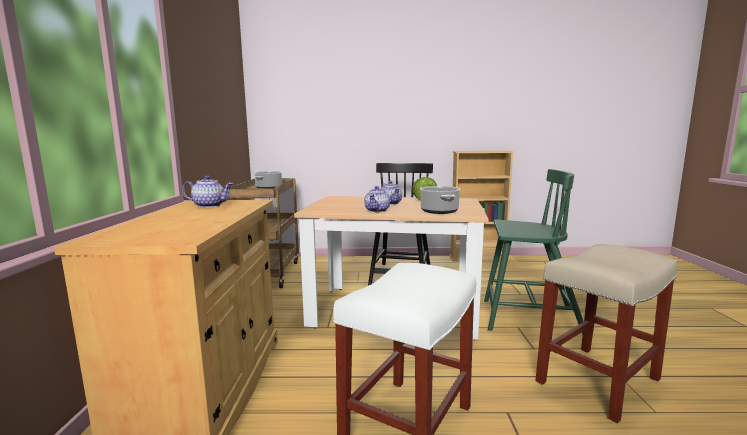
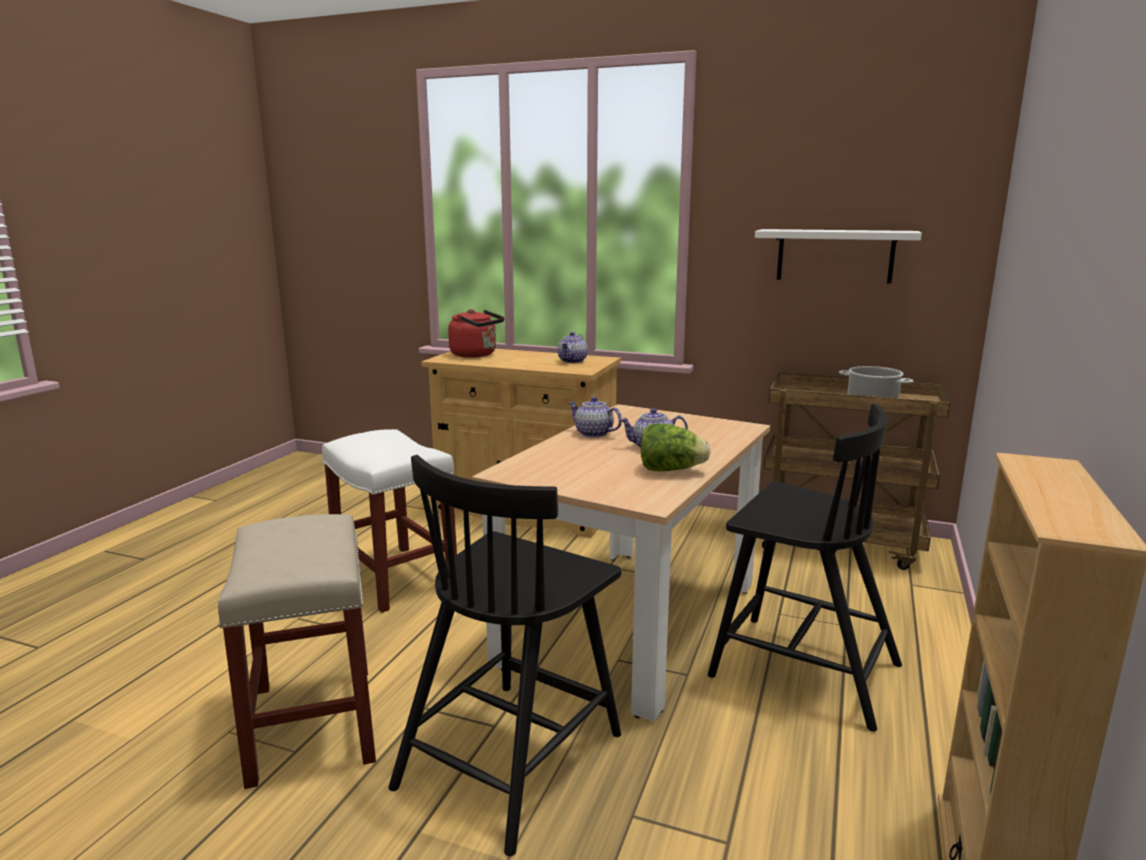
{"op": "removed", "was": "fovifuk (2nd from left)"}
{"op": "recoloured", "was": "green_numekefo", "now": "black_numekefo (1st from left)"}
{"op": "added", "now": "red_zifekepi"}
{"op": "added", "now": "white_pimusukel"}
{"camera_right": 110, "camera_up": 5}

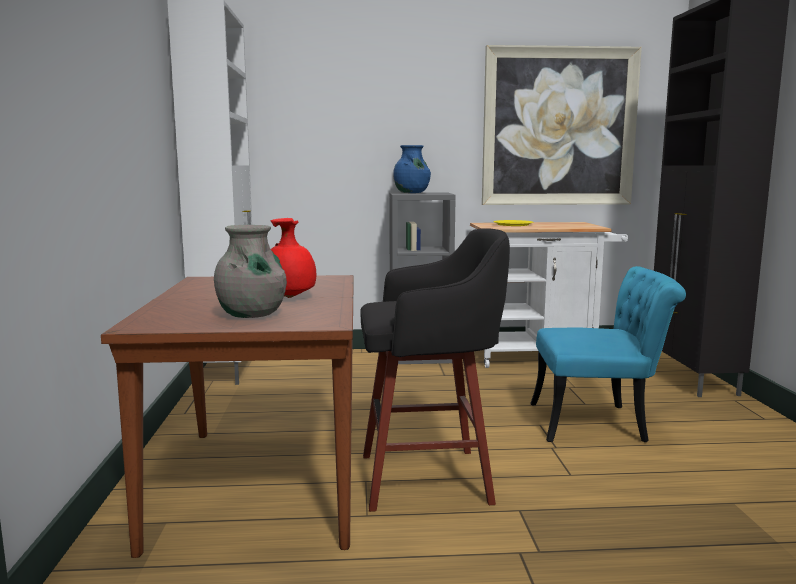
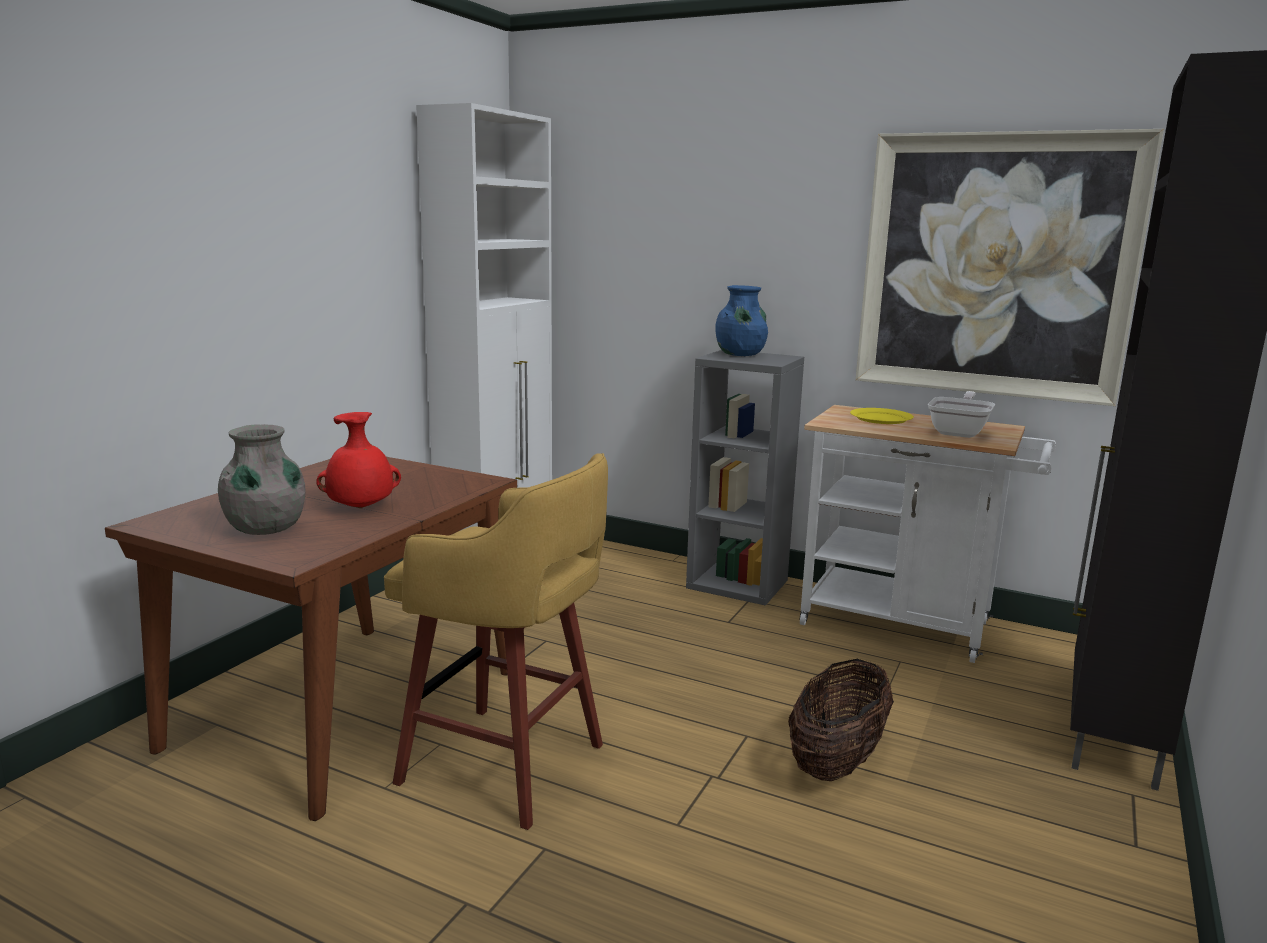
{"op": "recoloured", "was": "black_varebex", "now": "yellow_varebex"}
{"op": "replaced", "was": "turquoise_numekefo", "now": "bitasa"}
{"op": "added", "now": "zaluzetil"}
{"camera_right": 30, "camera_up": 5}

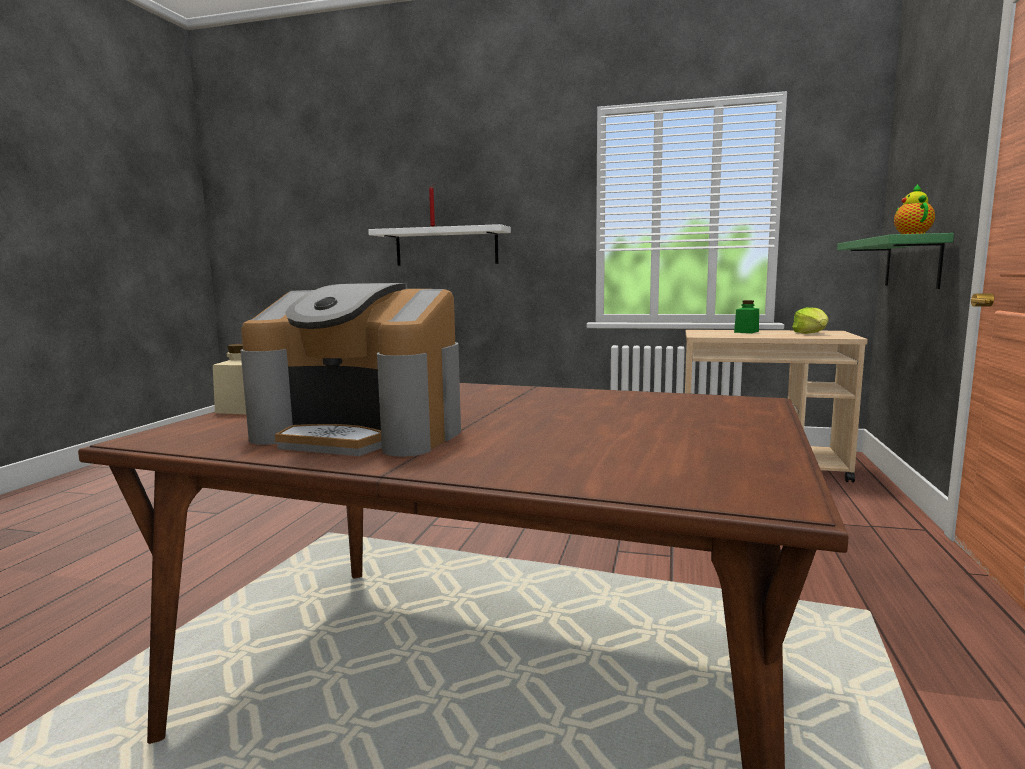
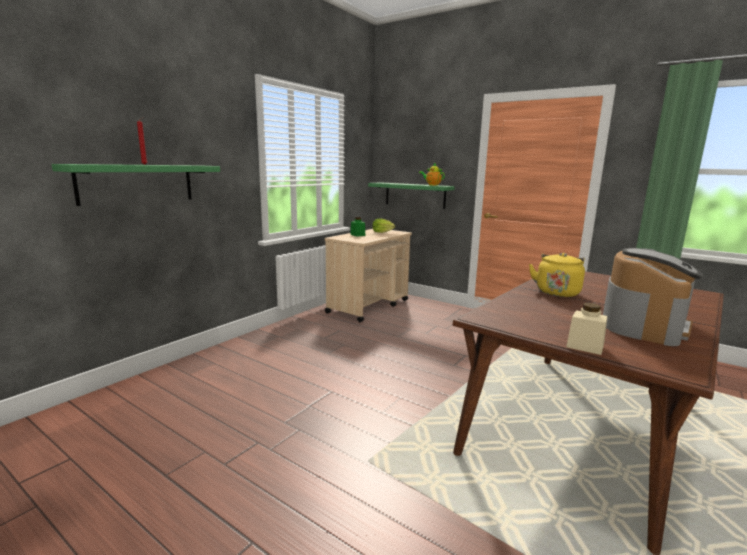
{"op": "recoloured", "was": "white_pimusukel", "now": "green_pimusukel (1st from left)"}
{"op": "added", "now": "yellow_zifekepi"}
{"camera_right": -70, "camera_up": 5}

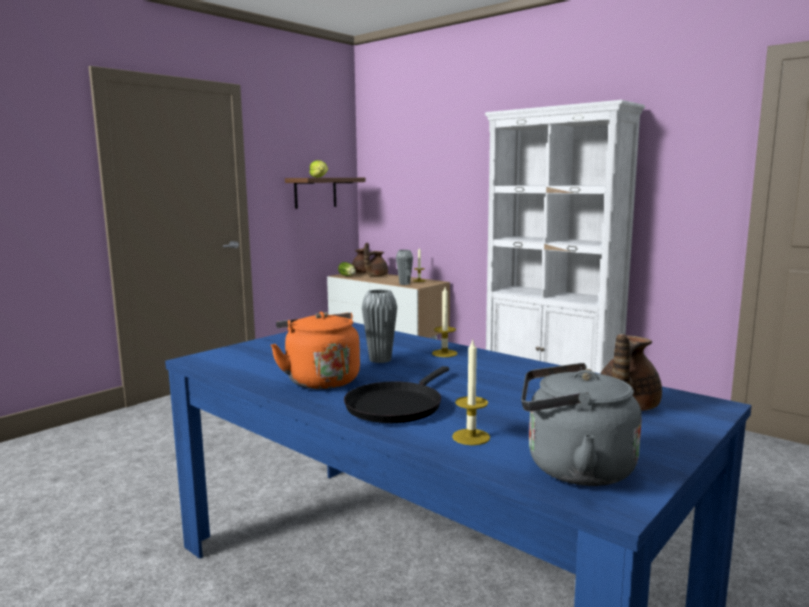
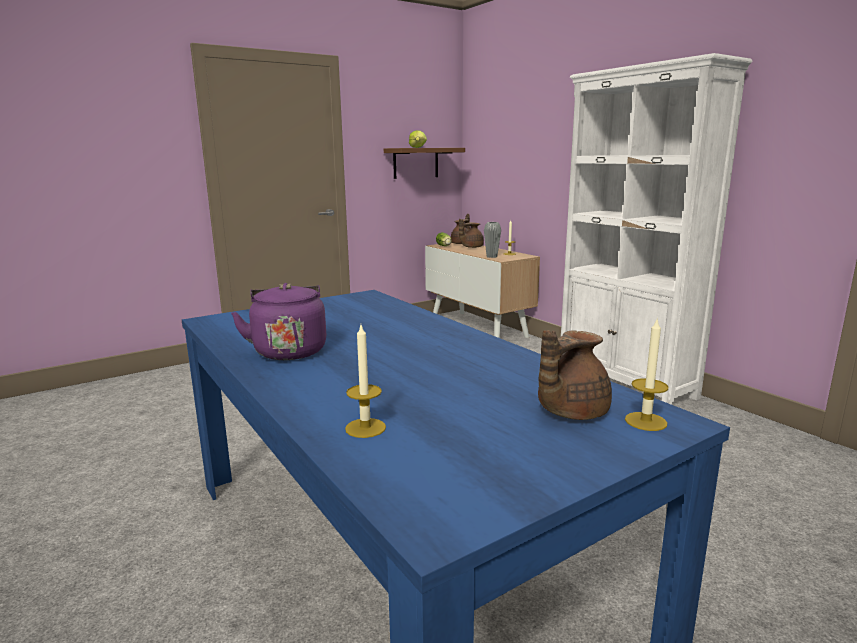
{"op": "recoloured", "was": "orange_zifekepi", "now": "purple_zifekepi"}
{"op": "removed", "was": "black_zaluzetil"}
{"op": "removed", "was": "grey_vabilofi (1st from left)"}
{"op": "moved", "was": "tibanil (2nd from left in the first image)", "now": "tibanil (3rd from left)"}
{"op": "removed", "was": "grey_zifekepi"}
{"camera_right": 15, "camera_up": 5}

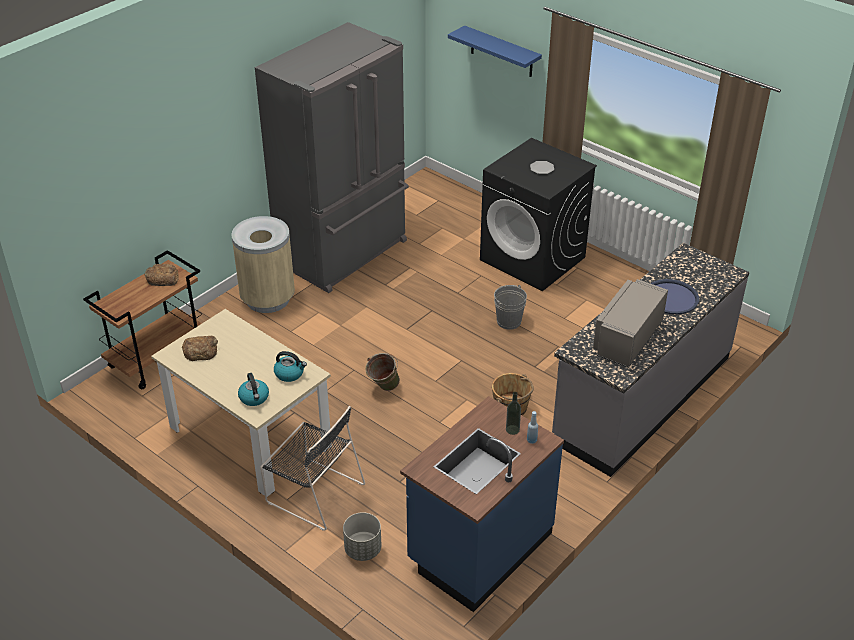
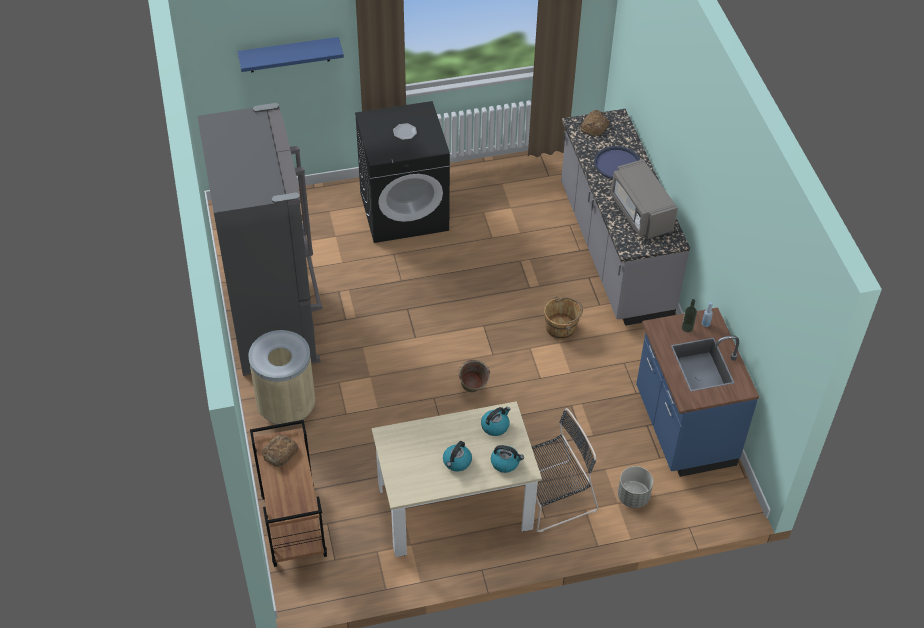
{"op": "moved", "was": "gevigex (2nd from left)"}
{"op": "removed", "was": "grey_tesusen"}
{"op": "added", "now": "zifekepi (1st from left)"}
{"camera_right": -55, "camera_up": 10}

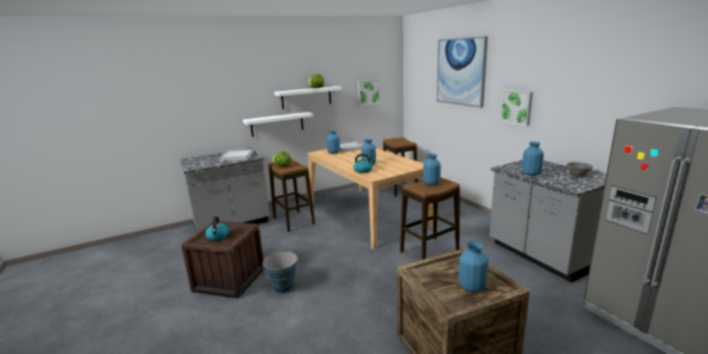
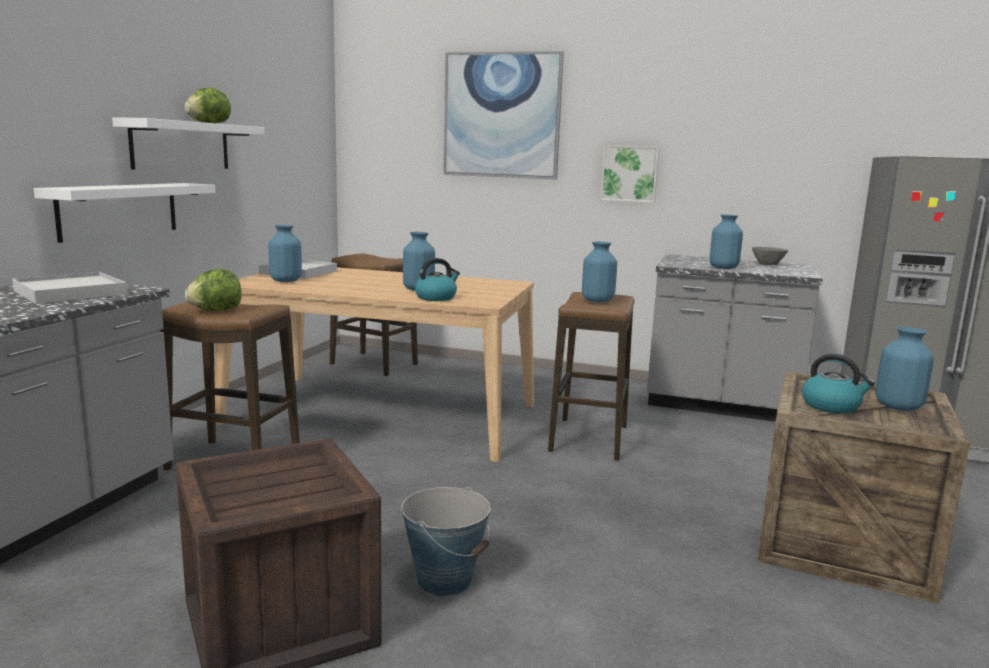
{"op": "moved", "was": "zifekepi (1st from left in the first image)", "now": "zifekepi (2nd from left)"}
{"op": "removed", "was": "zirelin (1st from left)"}
{"camera_right": -45, "camera_up": -5}

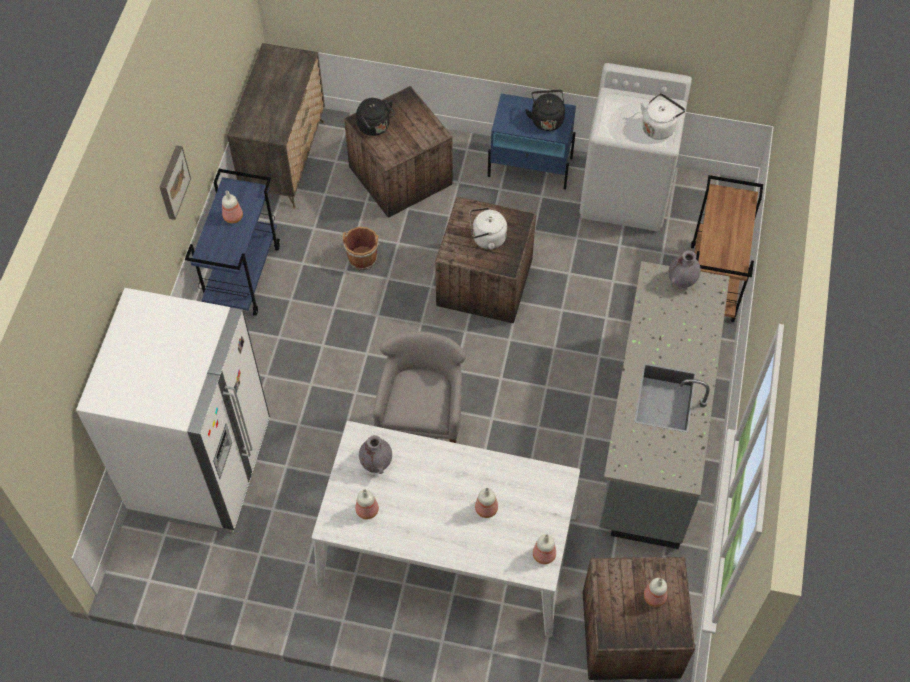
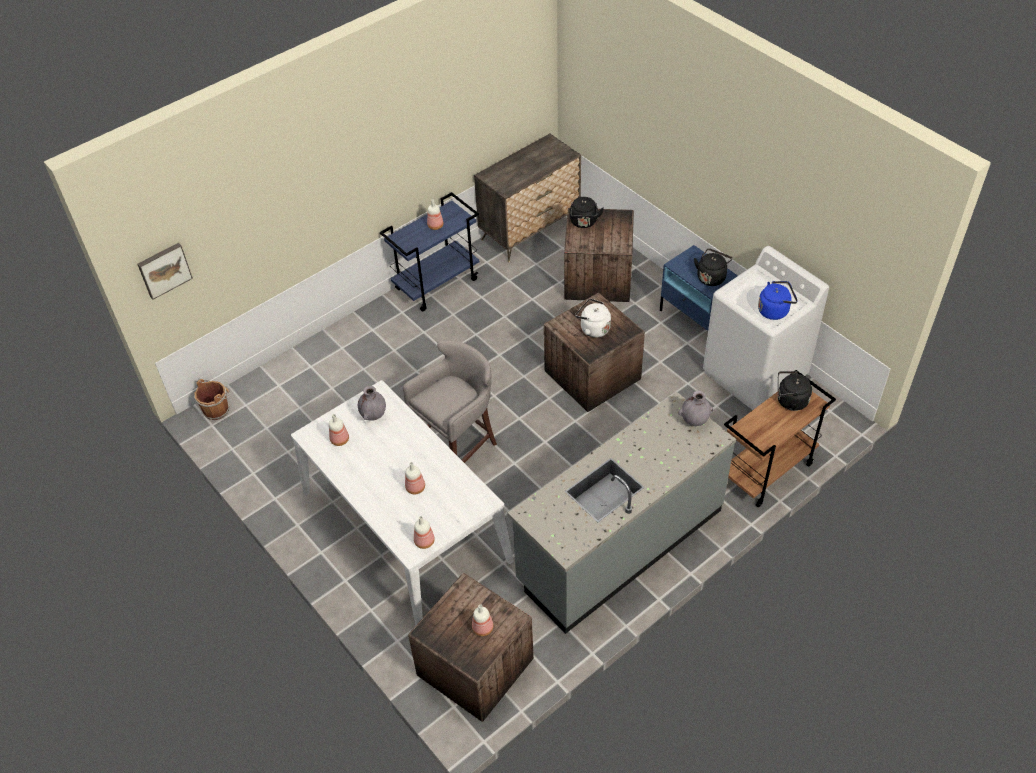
{"op": "removed", "was": "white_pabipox"}
{"op": "moved", "was": "zirelin"}
{"op": "moved", "was": "brown_tesusen"}
{"op": "recoloured", "was": "white_zifekepi (2nd from left)", "now": "blue_zifekepi"}
{"op": "added", "now": "black_zifekepi (3rd from left)"}
{"camera_right": 40, "camera_up": -10}

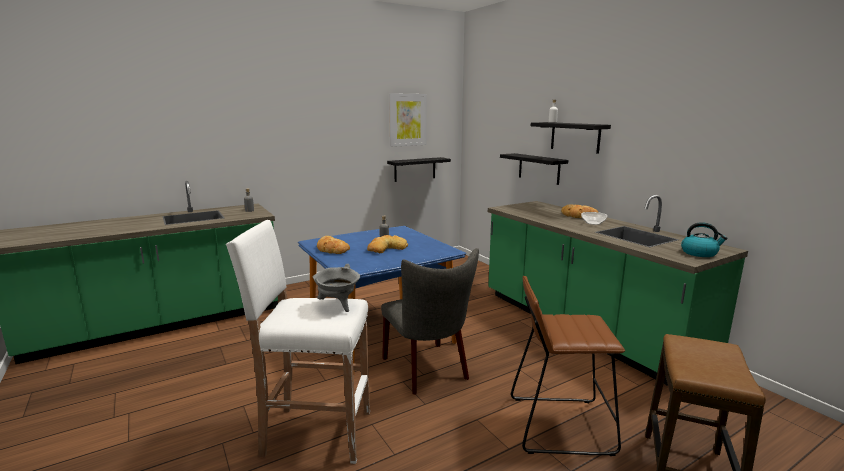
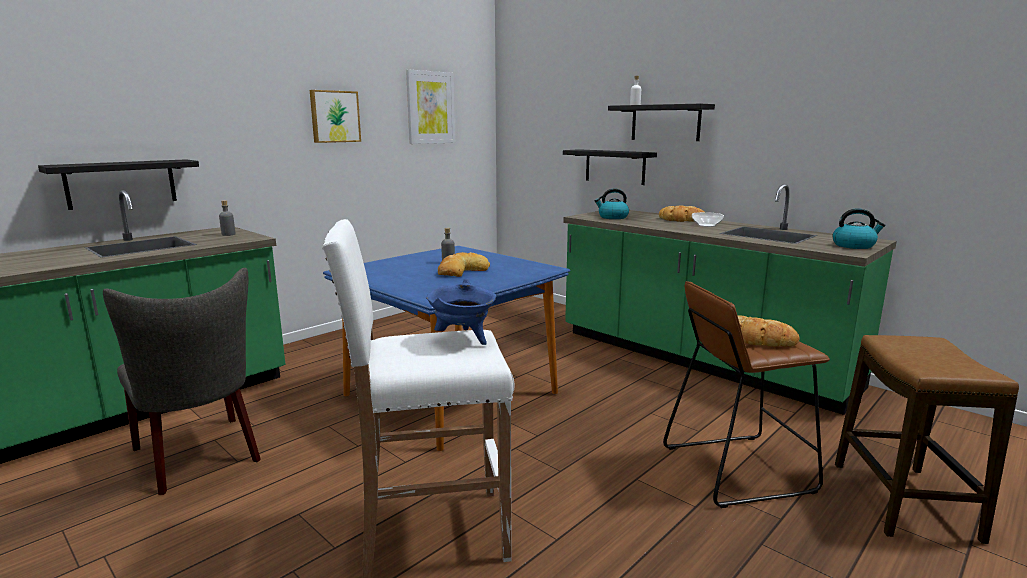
{"op": "recoloured", "was": "grey_fovifuk", "now": "blue_fovifuk"}
{"op": "moved", "was": "gevigex (1st from left in the first image)", "now": "gevigex (3rd from left)"}
{"op": "moved", "was": "grey_numekefo"}
{"op": "moved", "was": "black_pimusukel (1st from left)"}
{"op": "added", "now": "zirelin (1st from left)"}
{"op": "added", "now": "zifekepi (1st from left)"}
{"camera_right": -15, "camera_up": 0}

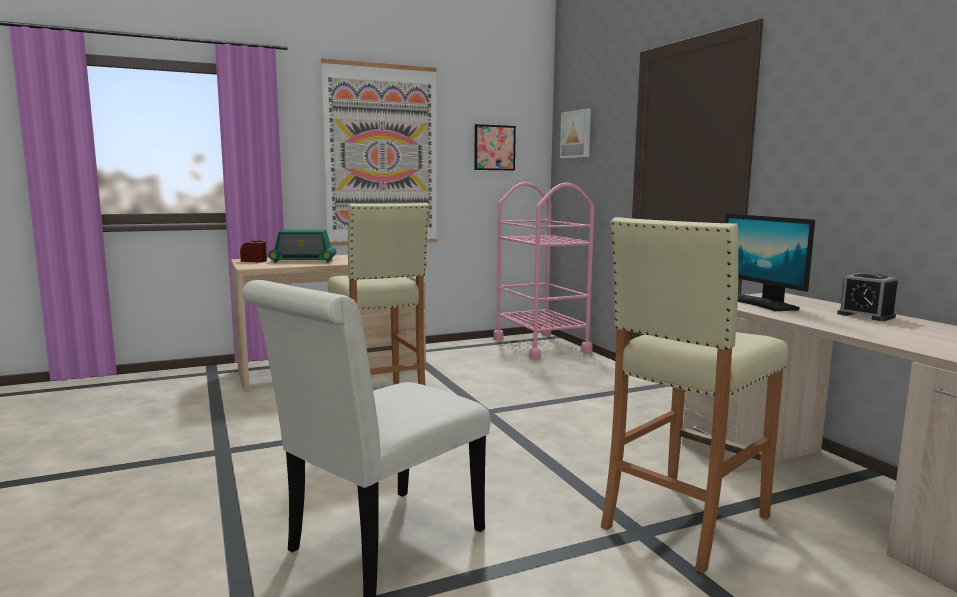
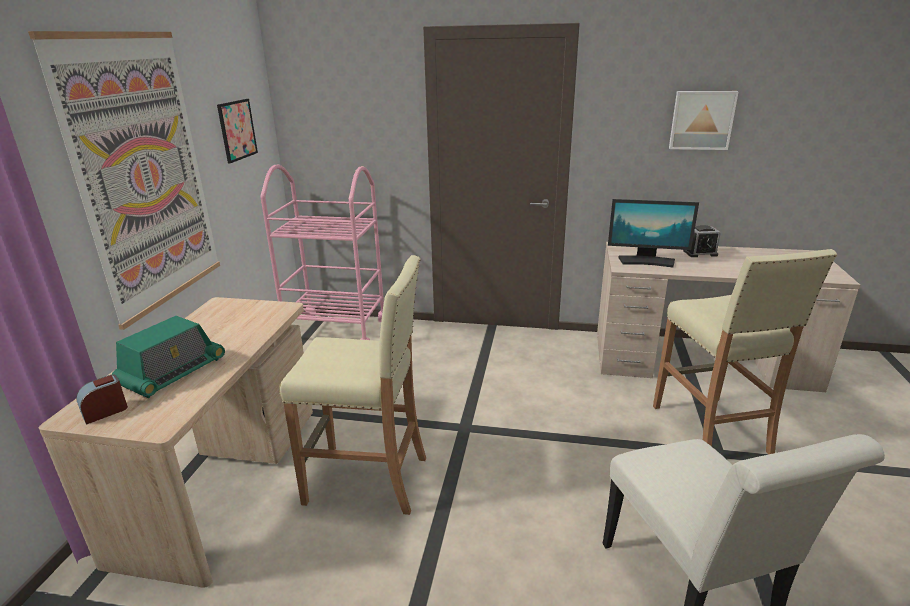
{"op": "moved", "was": "zirelin (3rd from left)"}
{"camera_right": -55, "camera_up": 15}

